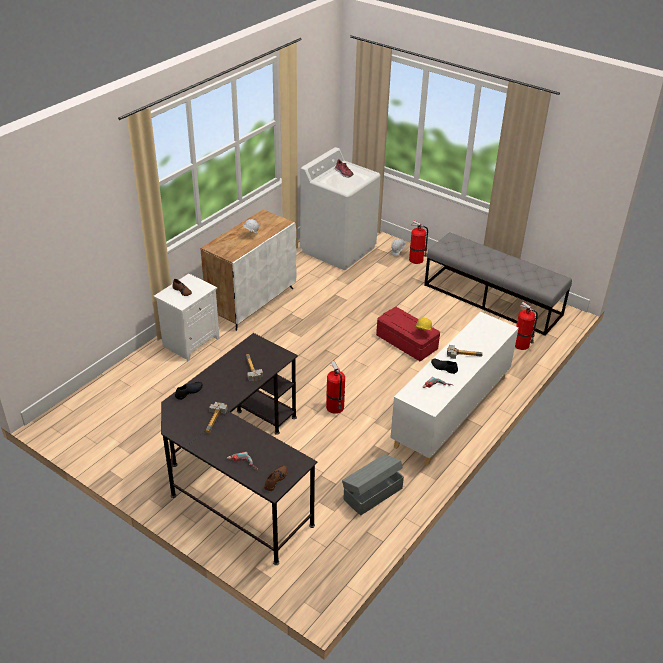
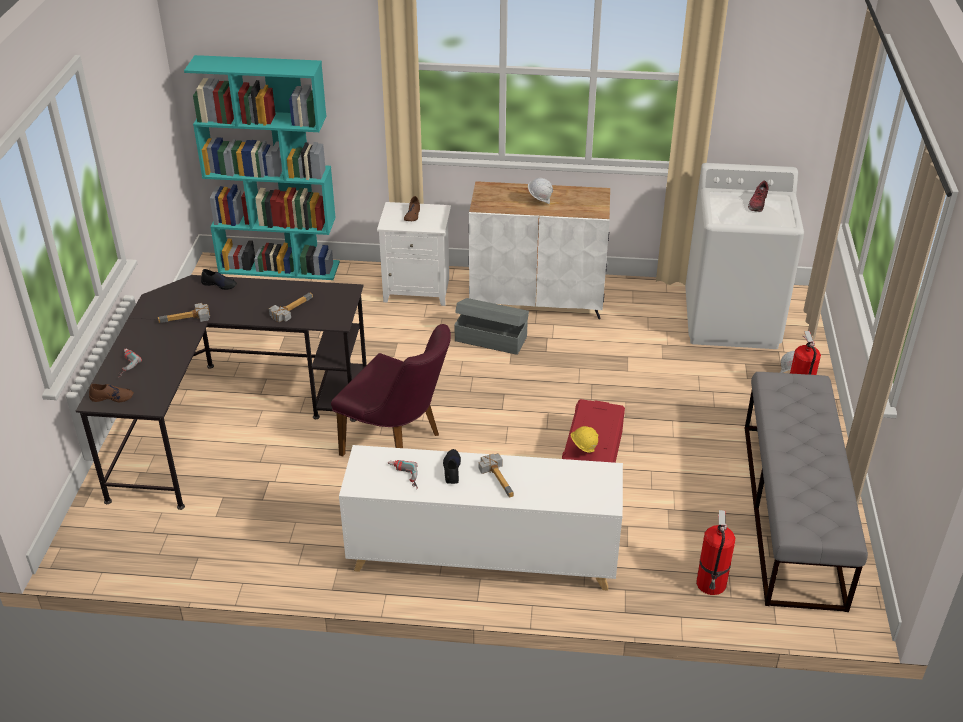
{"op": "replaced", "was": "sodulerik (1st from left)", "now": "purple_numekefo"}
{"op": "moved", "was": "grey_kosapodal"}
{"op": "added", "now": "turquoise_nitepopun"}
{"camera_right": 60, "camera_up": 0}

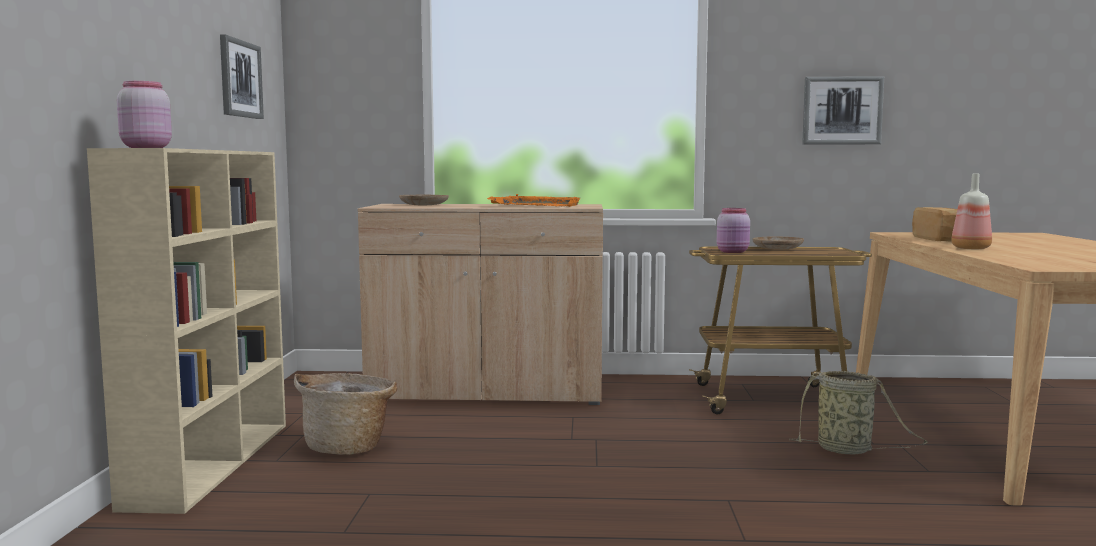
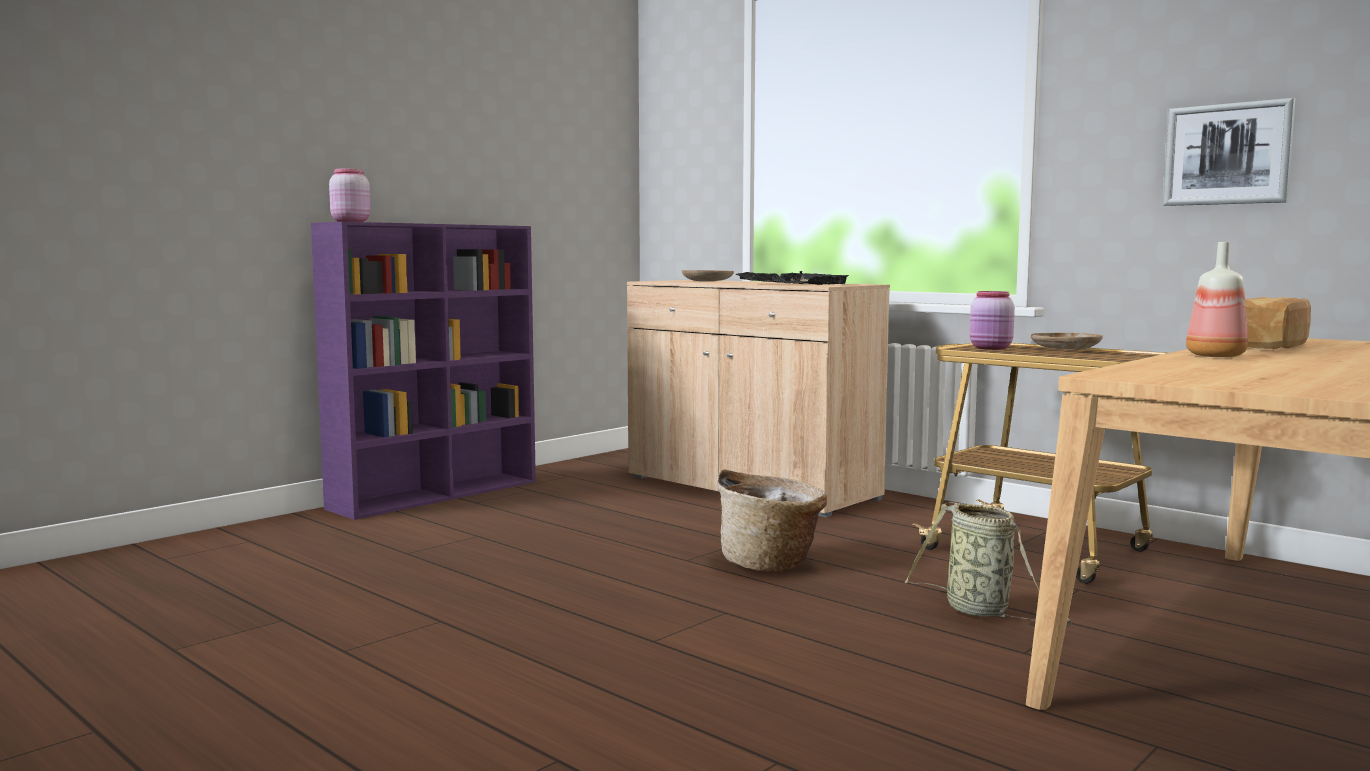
{"op": "recoloured", "was": "beige_nitepopun", "now": "purple_nitepopun"}
{"op": "removed", "was": "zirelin (1st from left)"}
{"op": "moved", "was": "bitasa (1st from left)"}
{"op": "recoloured", "was": "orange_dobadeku", "now": "black_dobadeku"}
{"camera_right": 40, "camera_up": 0}

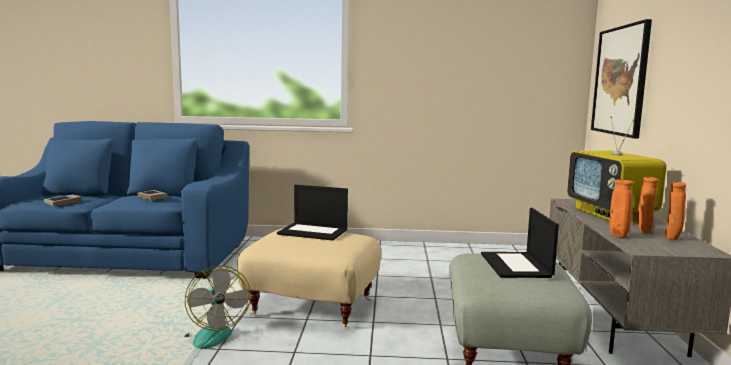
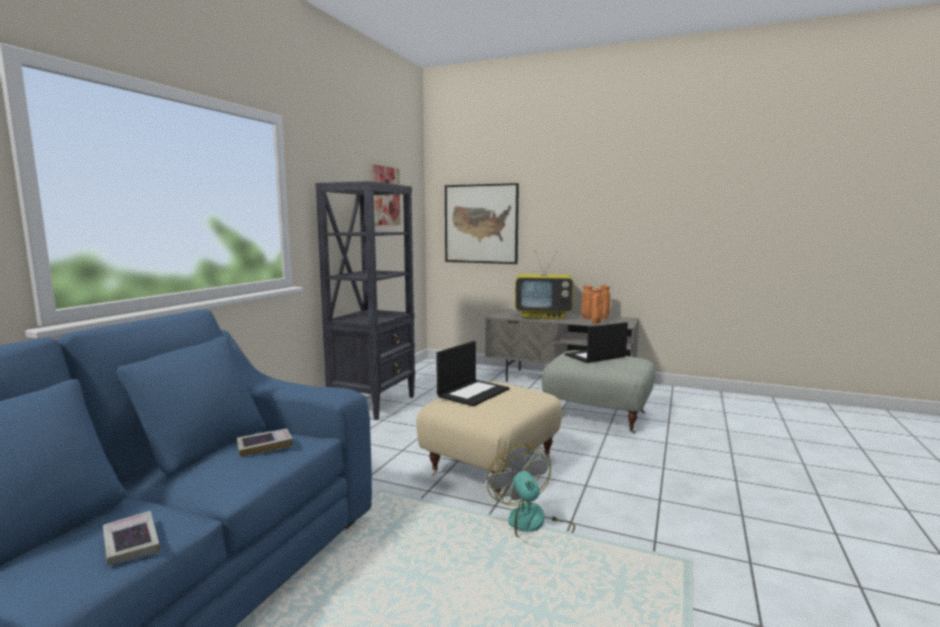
{"op": "turned", "was": "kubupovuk", "clockwise": -105}
{"op": "turned", "was": "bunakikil (2nd from left)", "clockwise": 135}
{"op": "added", "now": "black_nitepopun"}
{"op": "added", "now": "zirelin (1st from left)"}
{"camera_right": -70, "camera_up": 0}

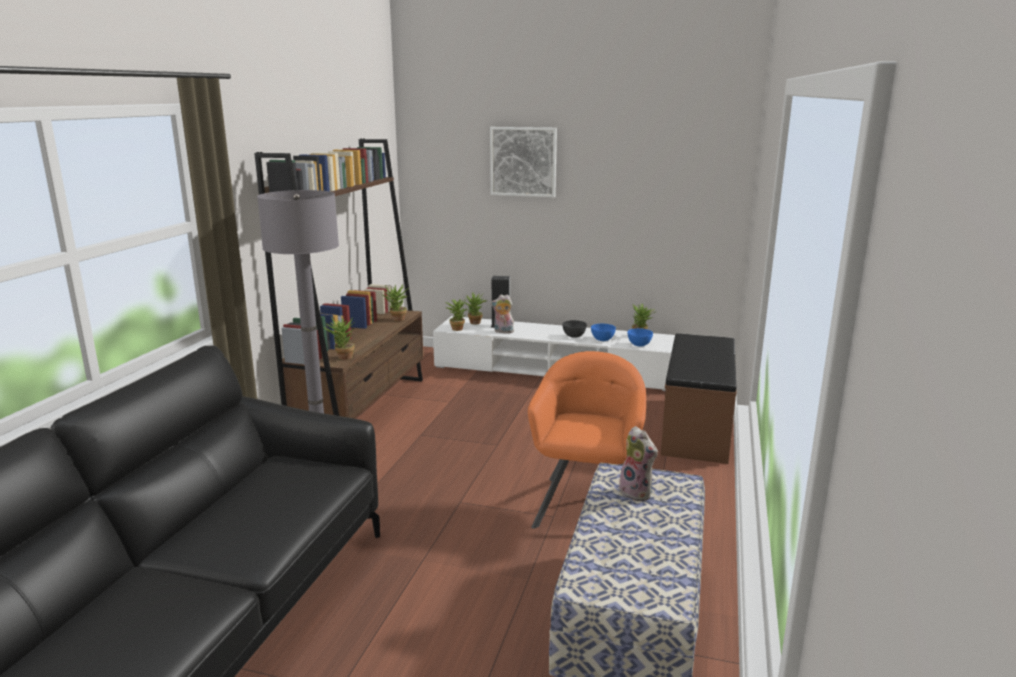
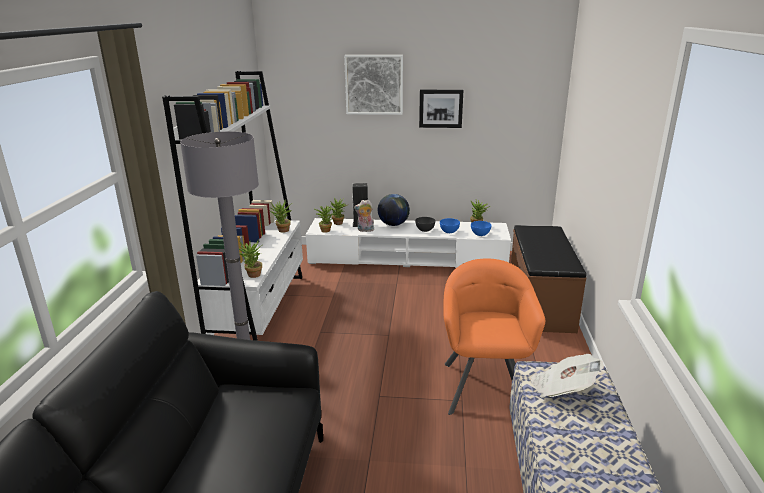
{"op": "recoloured", "was": "brown_nitepopun", "now": "white_nitepopun"}
{"op": "replaced", "was": "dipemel (2nd from left)", "now": "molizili"}
{"op": "added", "now": "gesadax"}
{"op": "added", "now": "zirelin (2nd from left)"}
{"camera_right": -10, "camera_up": 5}

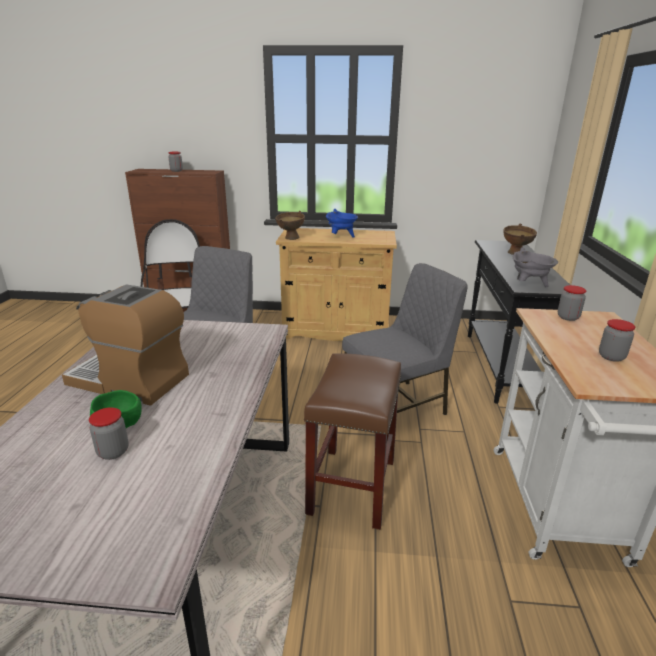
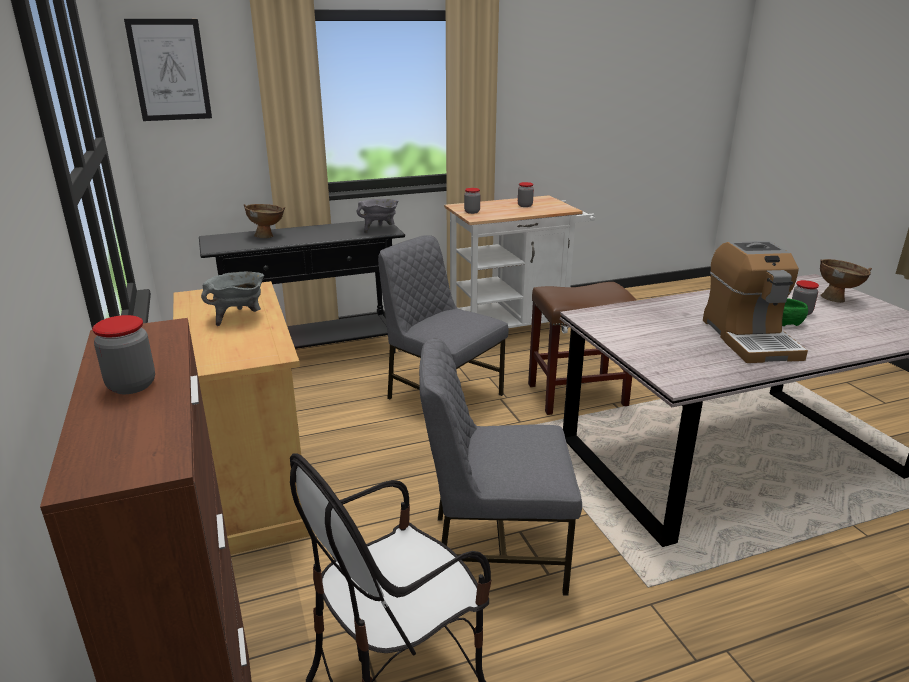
{"op": "moved", "was": "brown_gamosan (1st from left in the first image)", "now": "brown_gamosan (2nd from left)"}
{"op": "recoloured", "was": "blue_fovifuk", "now": "grey_fovifuk (1st from left)"}
{"op": "added", "now": "zirelin"}
{"camera_right": -115, "camera_up": 0}

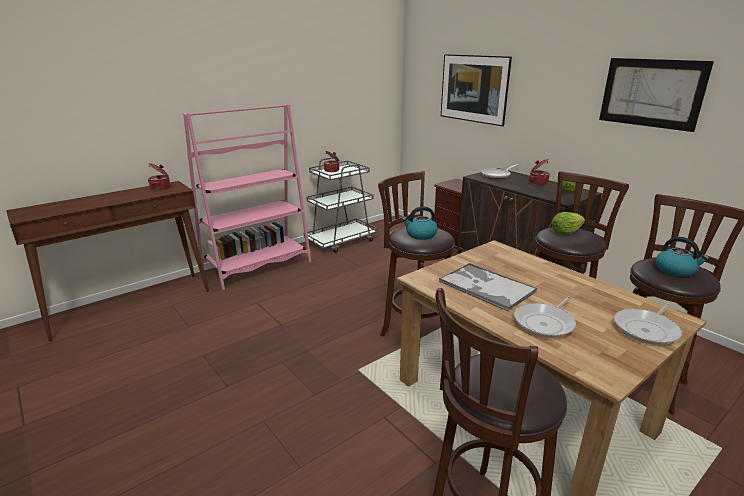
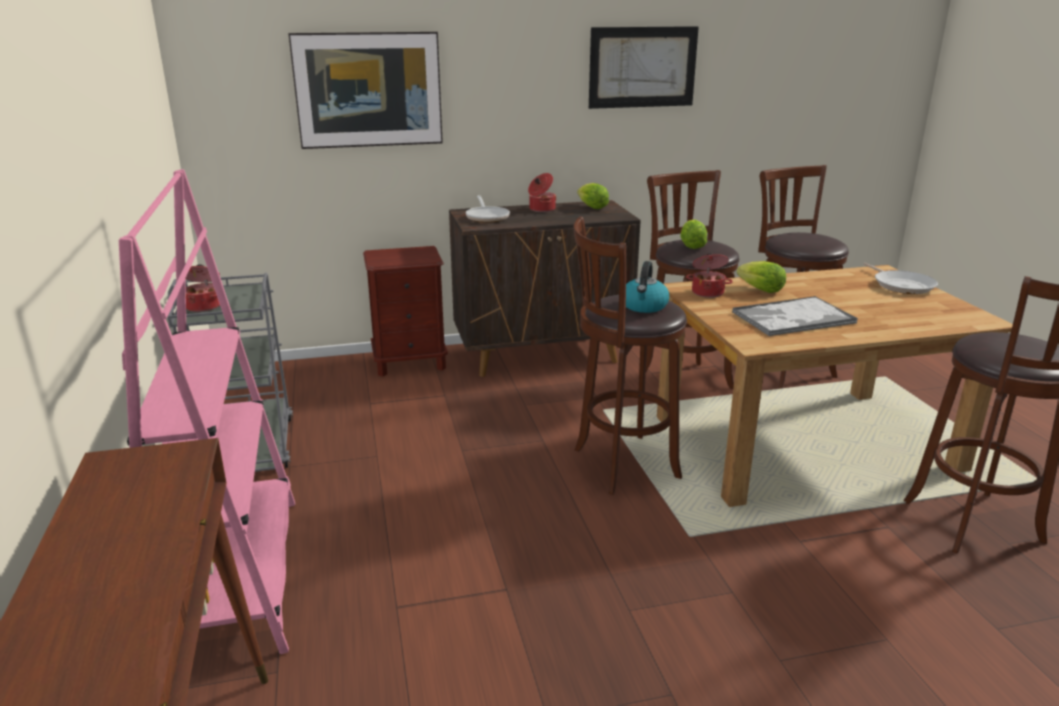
{"op": "moved", "was": "fovifuk (1st from left in the first image)", "now": "fovifuk (3rd from left)"}
{"op": "removed", "was": "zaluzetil (2nd from left)"}
{"op": "removed", "was": "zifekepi (2nd from left)"}
{"op": "added", "now": "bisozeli (3rd from left)"}
{"camera_right": -65, "camera_up": 0}

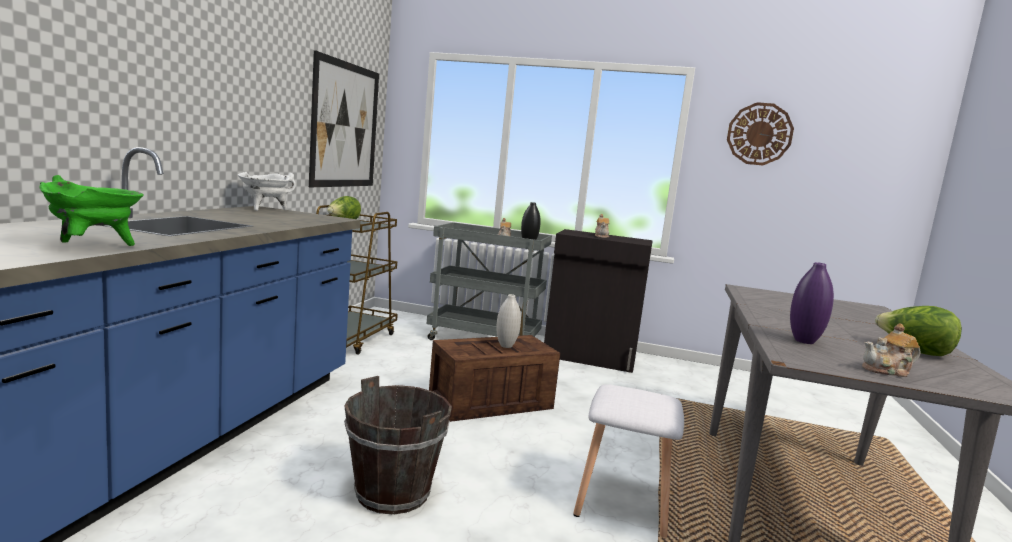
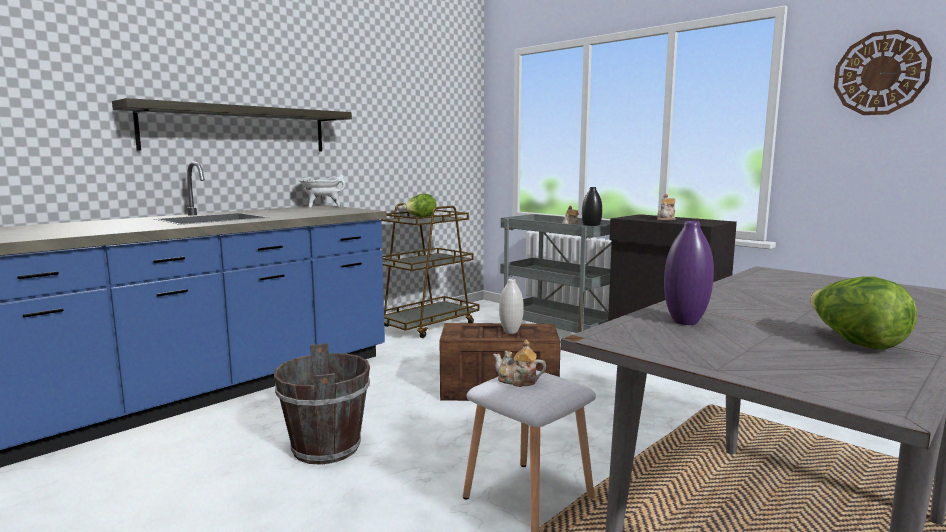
{"op": "removed", "was": "green_fovifuk"}
{"op": "removed", "was": "zirelin"}
{"op": "moved", "was": "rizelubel (3rd from left in the first image)", "now": "rizelubel (1st from left)"}
{"op": "added", "now": "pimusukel"}
{"camera_right": 30, "camera_up": 0}

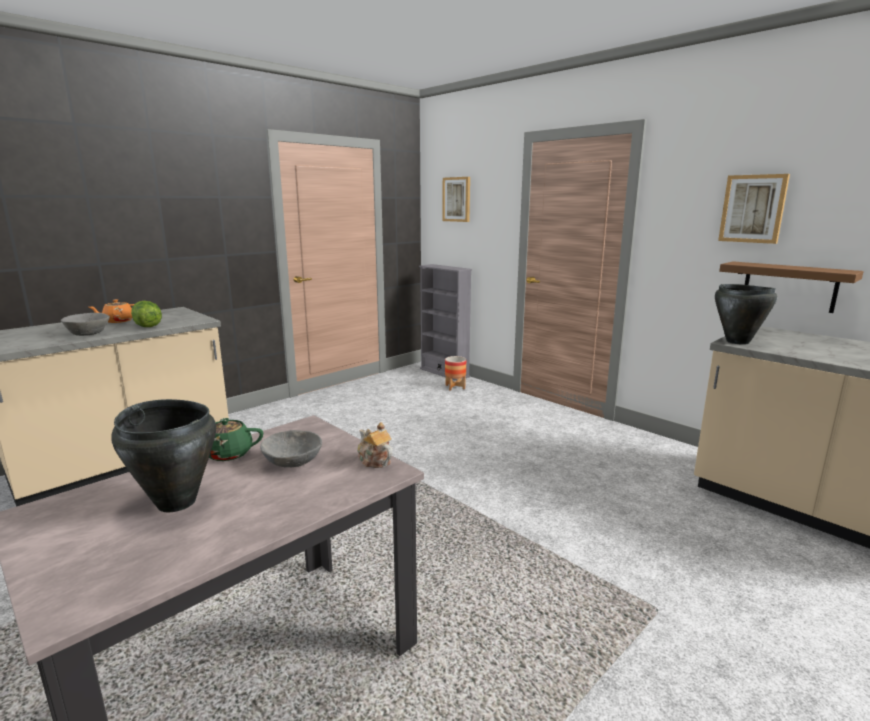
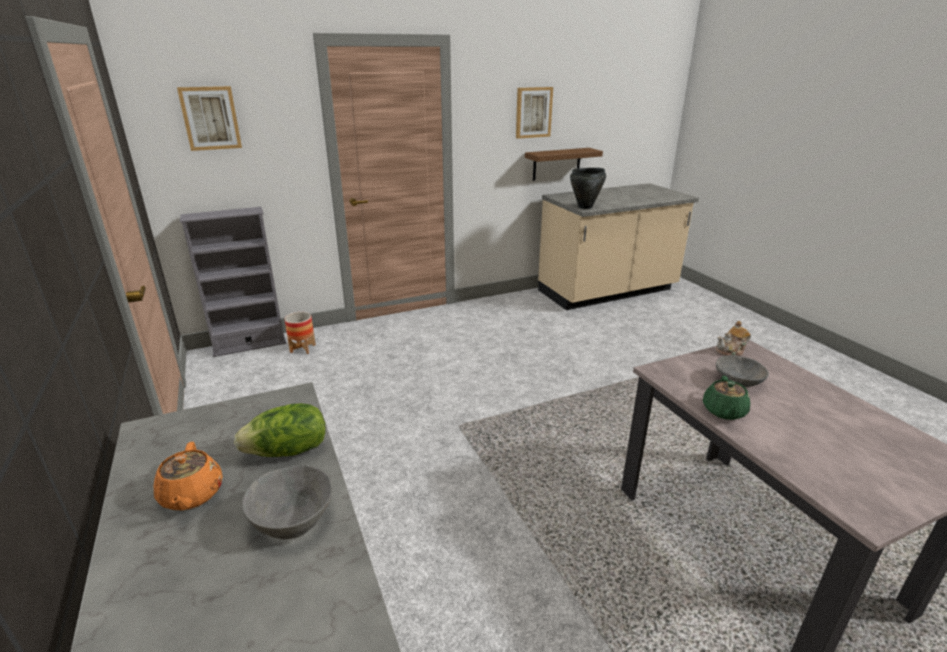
{"op": "removed", "was": "black_fovifuk (1st from left)"}
{"camera_right": -70, "camera_up": 10}

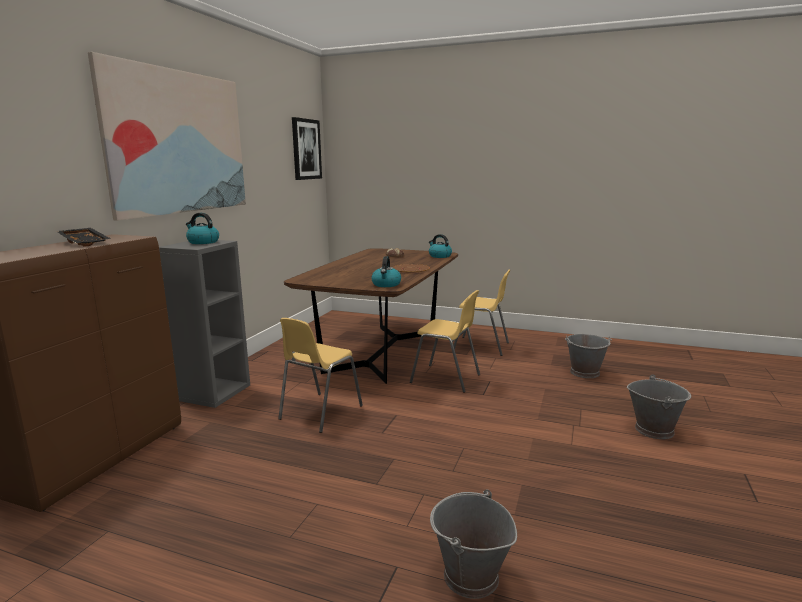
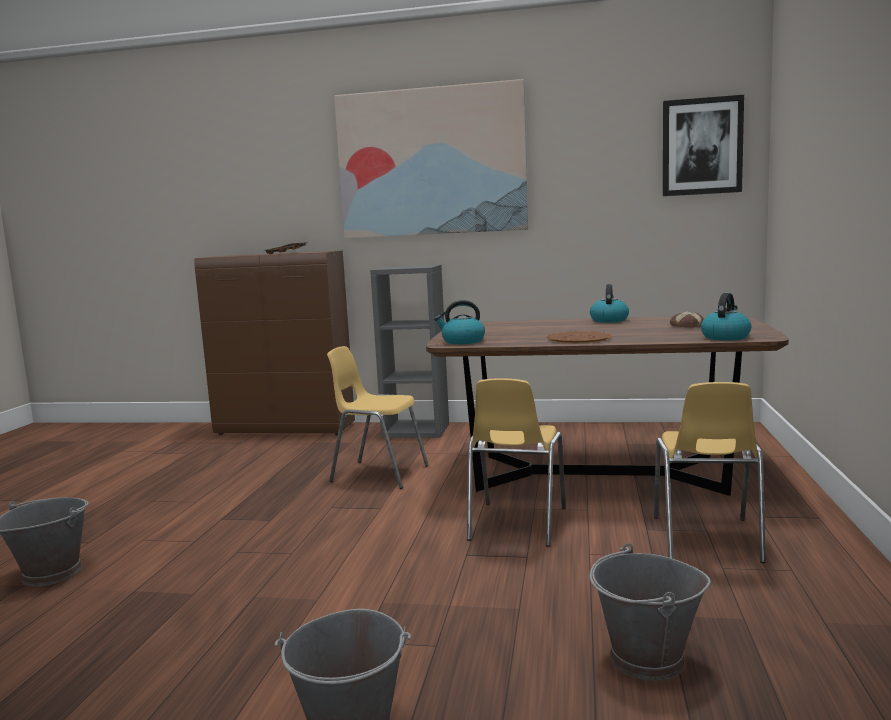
{"op": "moved", "was": "zifekepi (1st from left in the first image)", "now": "zifekepi (2nd from left)"}
{"camera_right": 80, "camera_up": -5}

